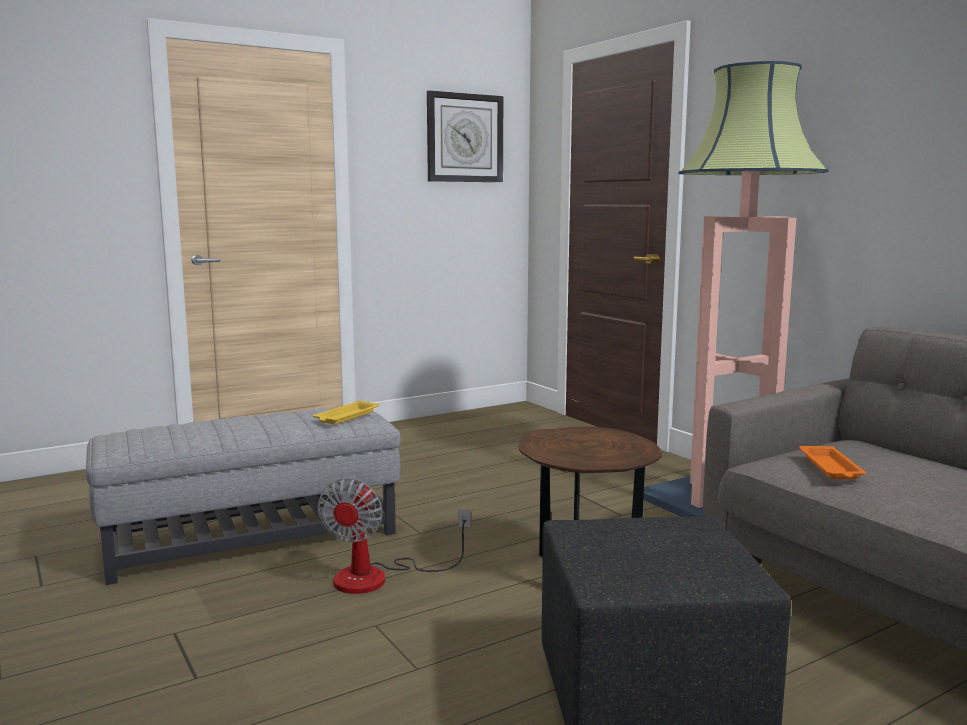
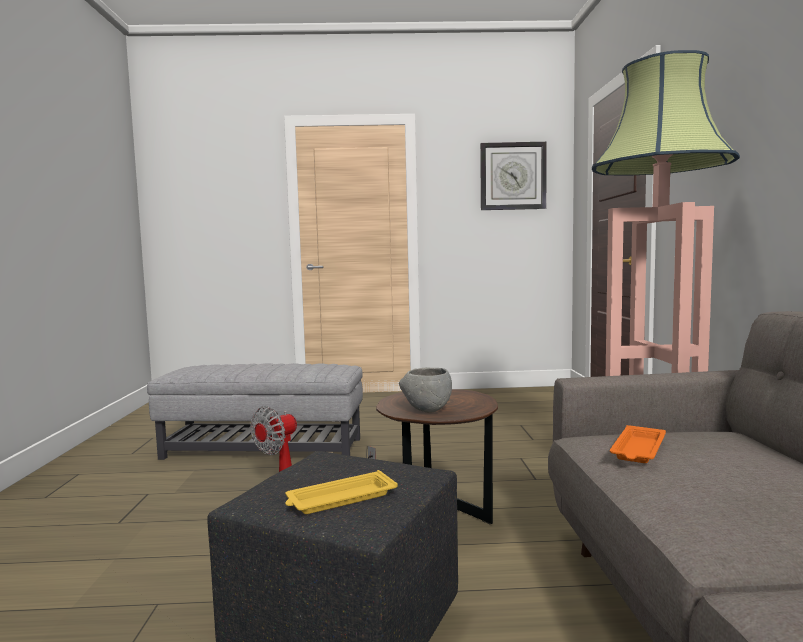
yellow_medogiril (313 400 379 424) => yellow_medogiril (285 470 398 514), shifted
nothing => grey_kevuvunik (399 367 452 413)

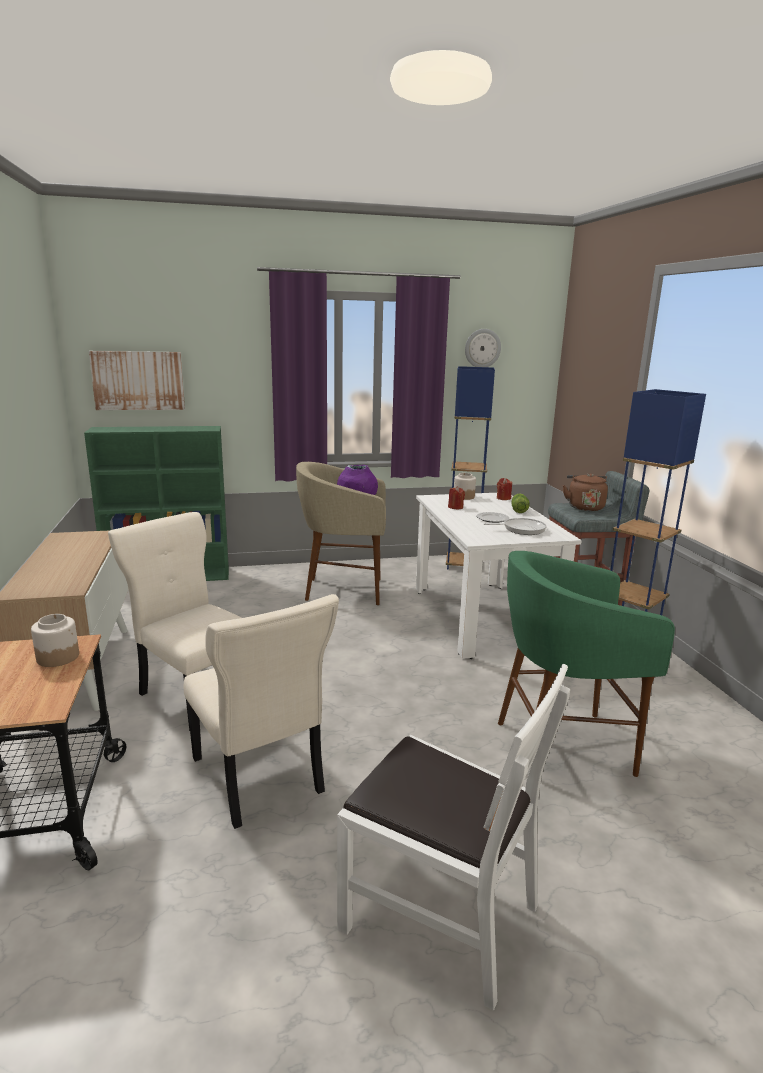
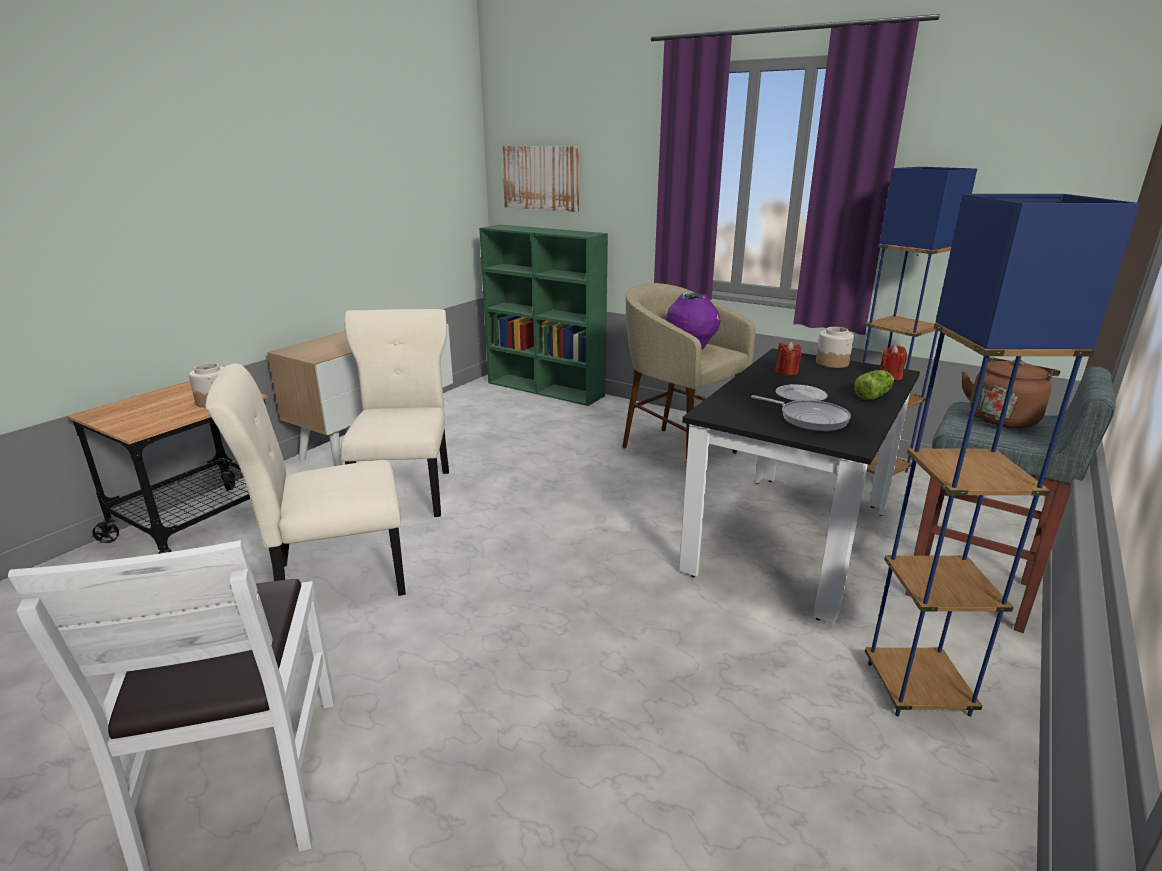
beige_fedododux (184 594 339 829) => beige_fedododux (205 364 406 596), 60 degrees clockwise
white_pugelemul (416 493 582 659) => black_pugelemul (679 348 920 624)
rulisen (465 329 501 367) => nothing
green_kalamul (498 551 675 777) => nothing

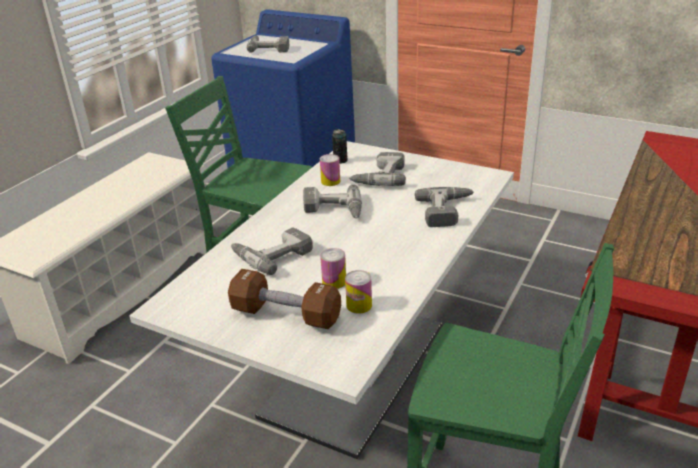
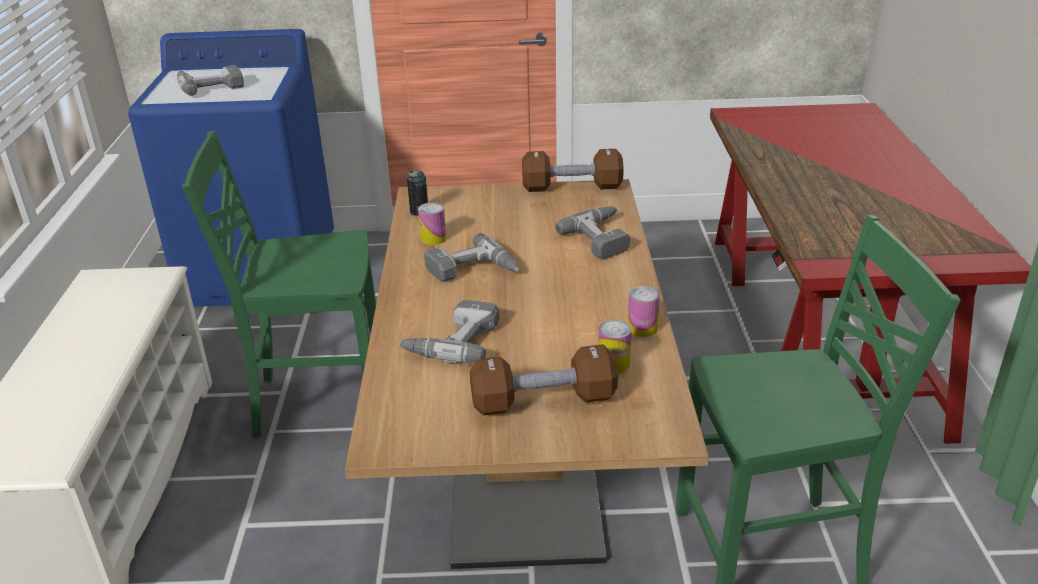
white_pugelemul (129 141 514 459) => brown_pugelemul (345 179 709 569)
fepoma (320 248 346 289) => fepoma (628 286 660 337), shifted
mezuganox (349 152 406 186) => nothing
nothing => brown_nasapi (522 149 624 192)

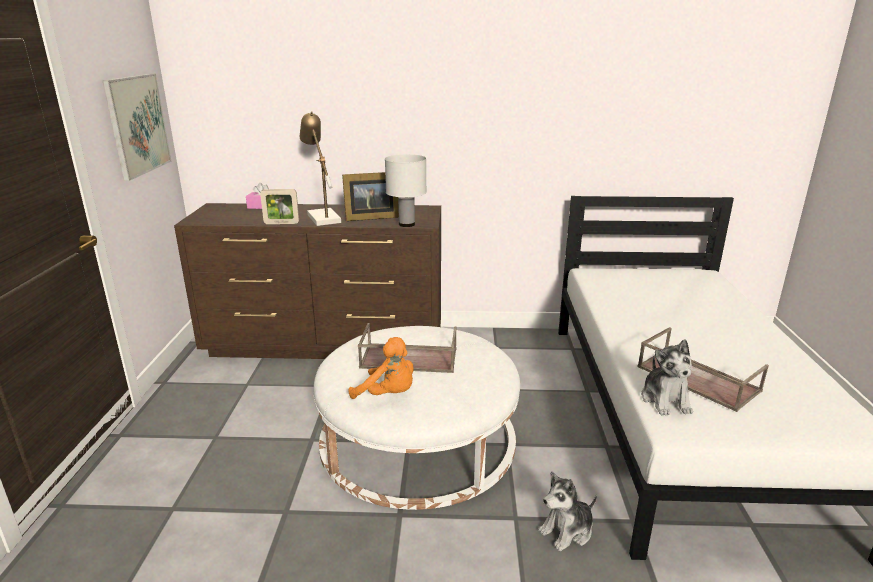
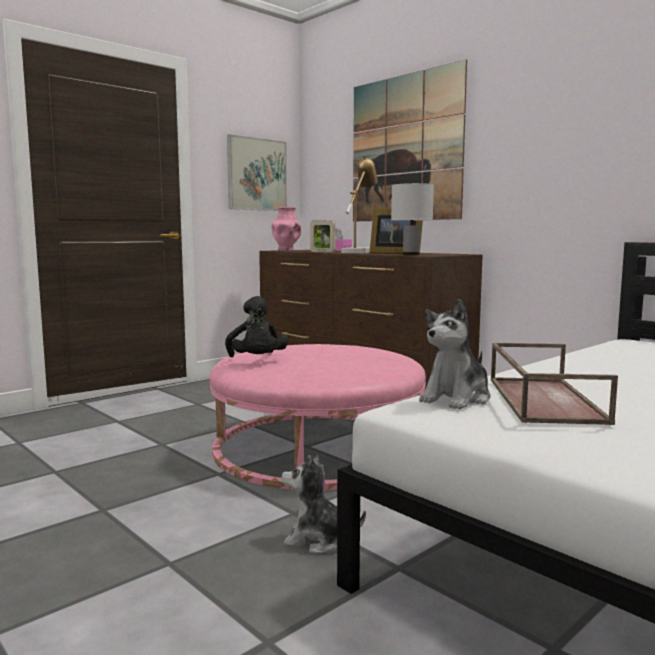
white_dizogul (314 326 520 510) => pink_dizogul (210 344 426 490)
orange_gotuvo (349 337 414 399) => black_gotuvo (225 296 288 357)
brown_medogiril (358 323 456 373) => nothing
nothing => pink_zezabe (271 207 301 251)
nothing => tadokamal (353 60 467 221)

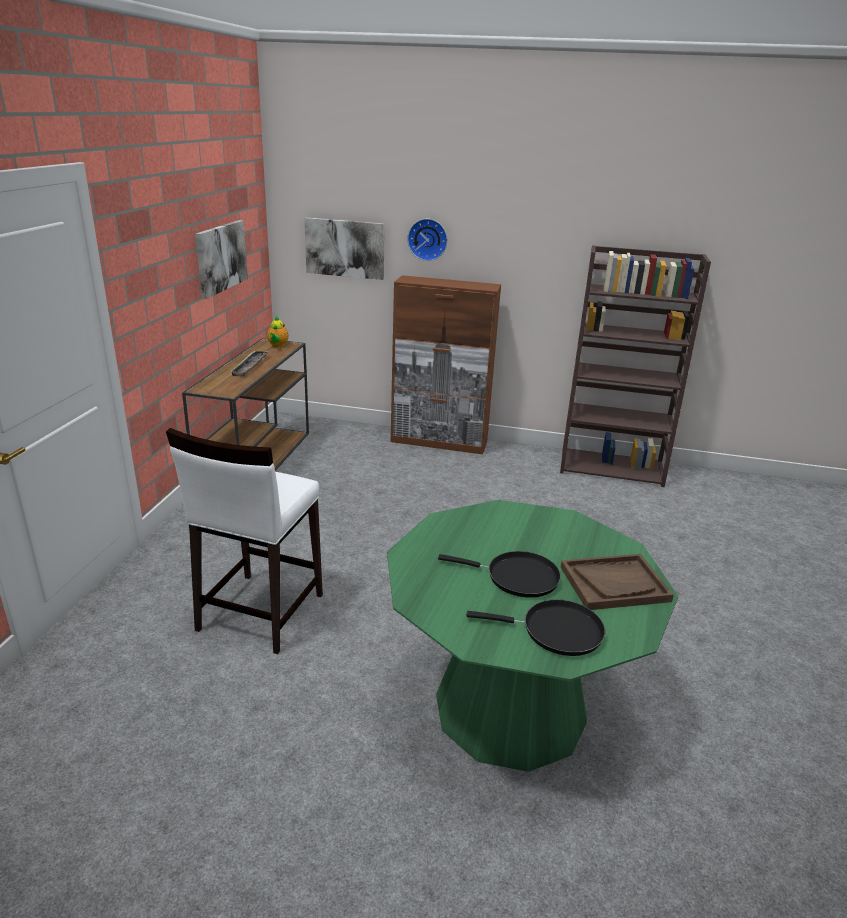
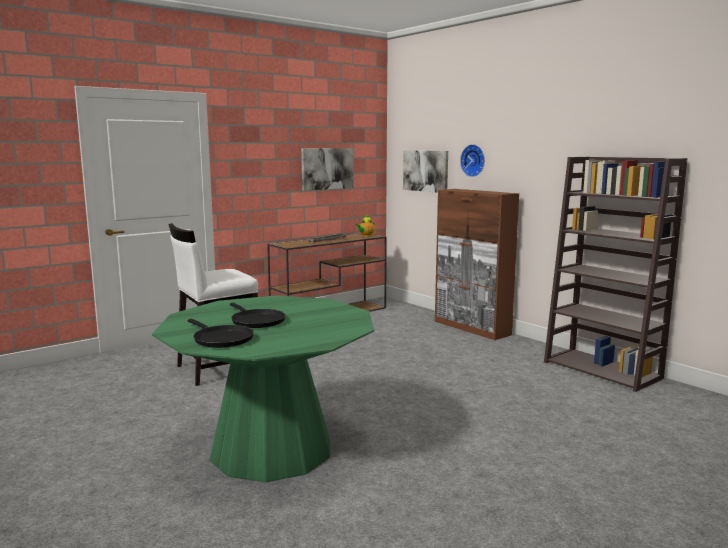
brown_medogiril (560 554 674 610) => nothing

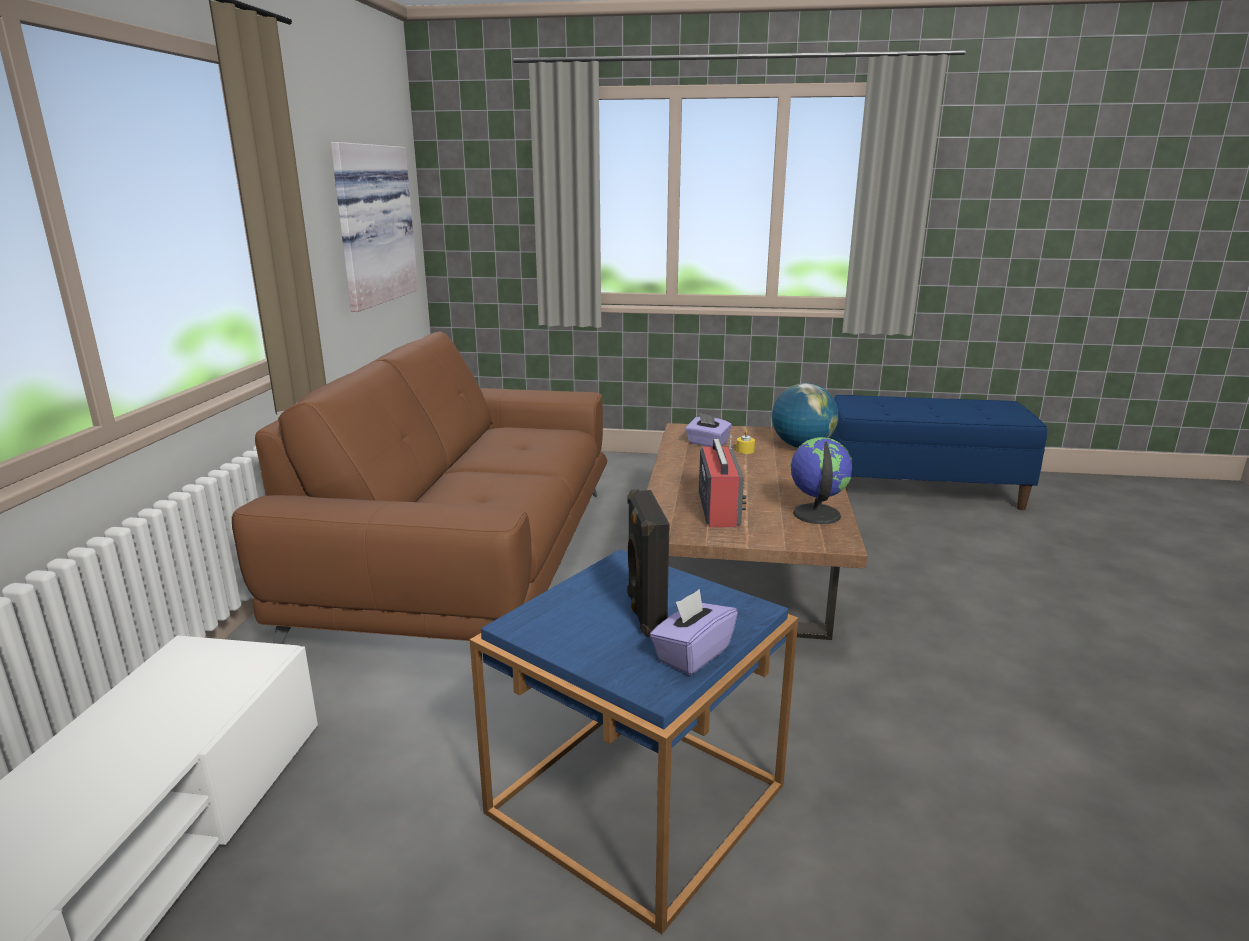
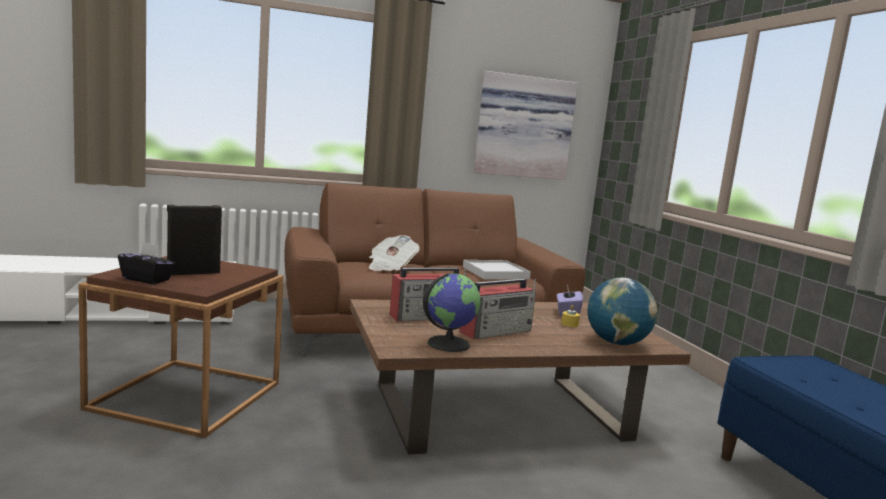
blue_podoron (470 549 798 934) => brown_podoron (79 256 284 438)
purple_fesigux (649 589 738 675) => black_fesigux (118 242 175 284)
nothing => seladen (369 235 420 271)
nothing => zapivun (460 279 536 339)
nothing => white_medogiril (463 260 531 279)

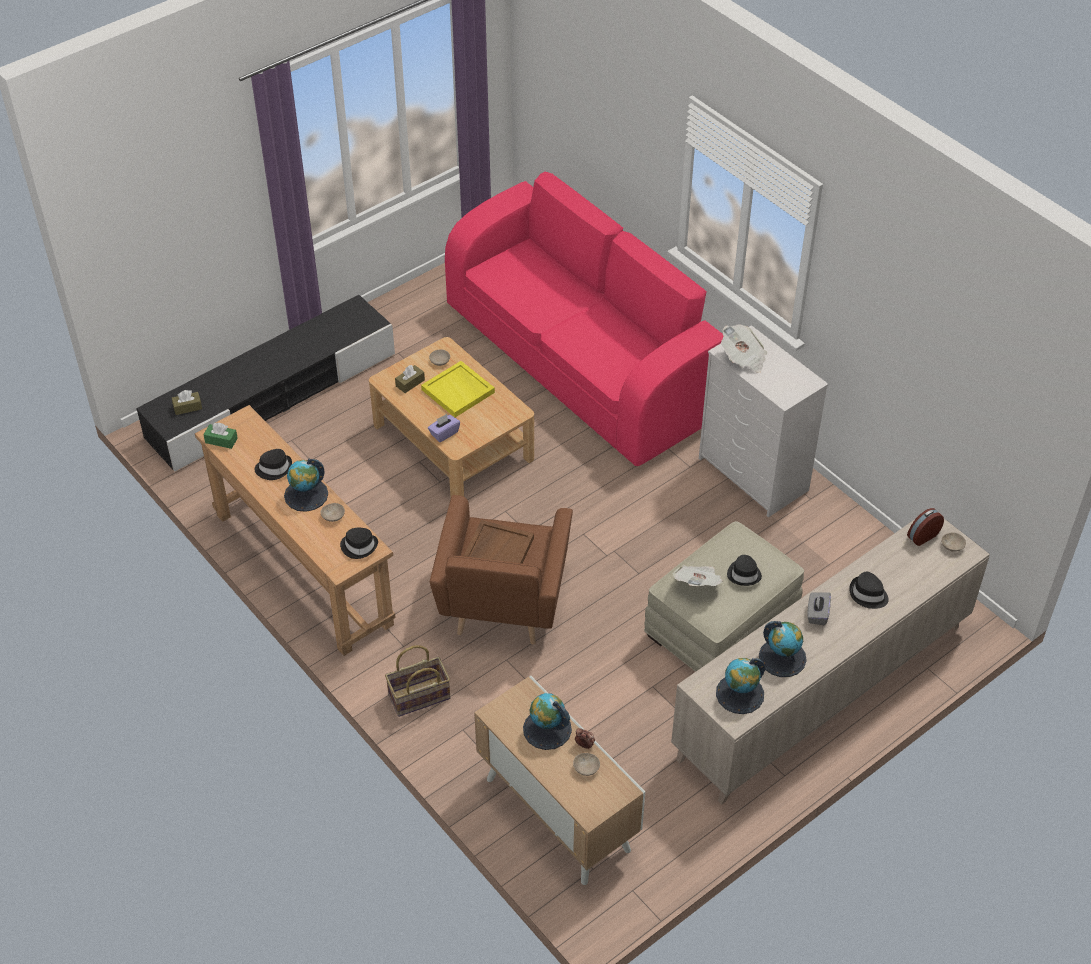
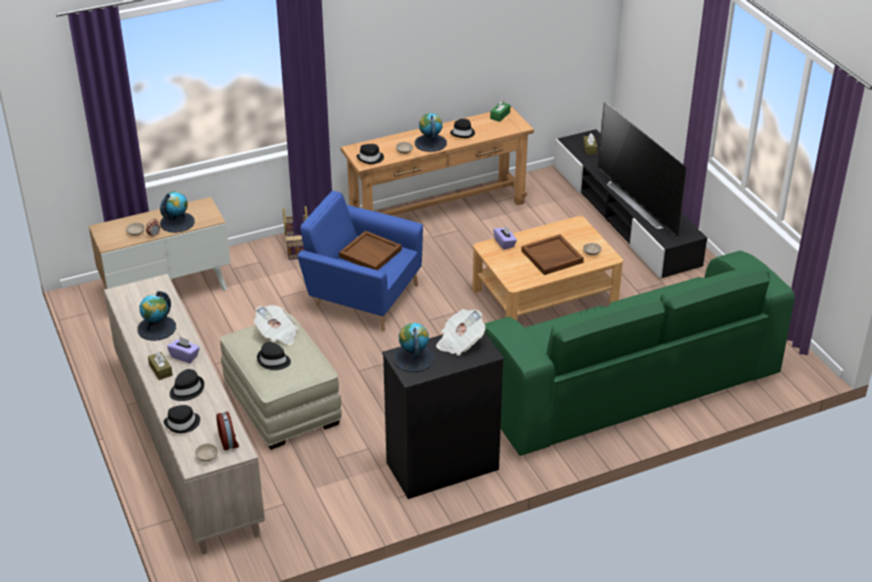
brown_fesigux (395 365 425 393) => brown_fesigux (148 351 173 380), shifted
yellow_medogiril (421 361 495 417) => brown_medogiril (521 234 584 275)
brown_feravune (429 495 573 645) => blue_feravune (298 191 423 331)
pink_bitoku (445 172 723 466) => green_bitoku (485 250 795 456)
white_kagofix (699 325 828 517) => black_kagofix (382 332 504 499)
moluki (716 658 765 714) => moluki (393 323 435 372), shifted
grey_fesigux (807 592 831 625) => purple_fesigux (167 337 200 363)
nothing => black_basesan (164 405 200 433)
nothing => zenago (598 101 687 238)

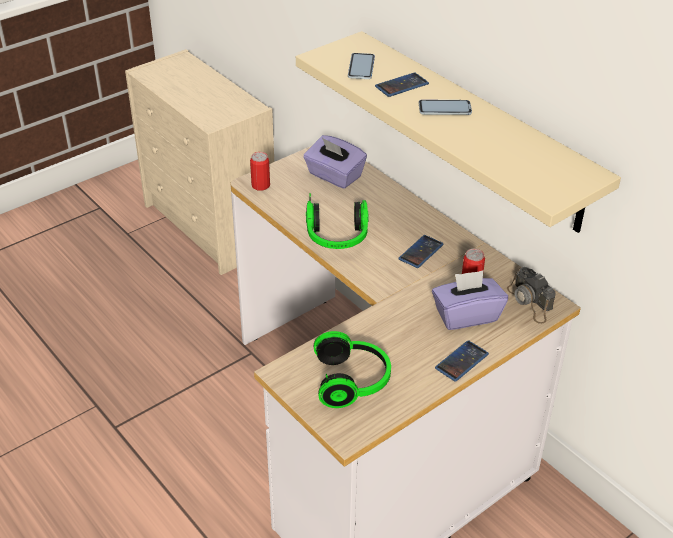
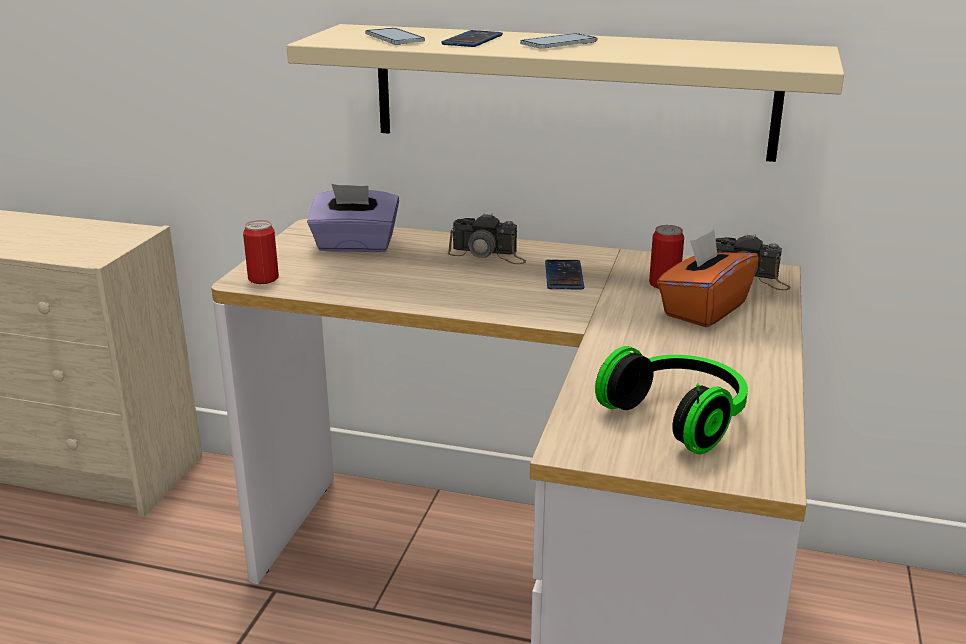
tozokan (306 193 368 249) => nothing
purple_fesigux (432 271 508 330) => orange_fesigux (657 230 759 327)
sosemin (435 340 489 382) => nothing
nothing => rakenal (448 213 526 264)

